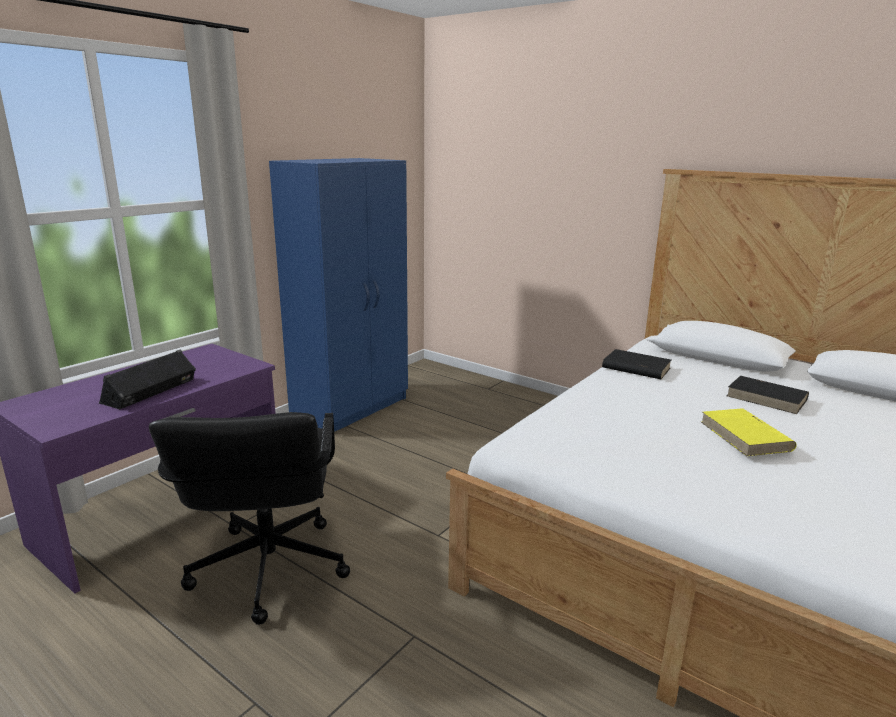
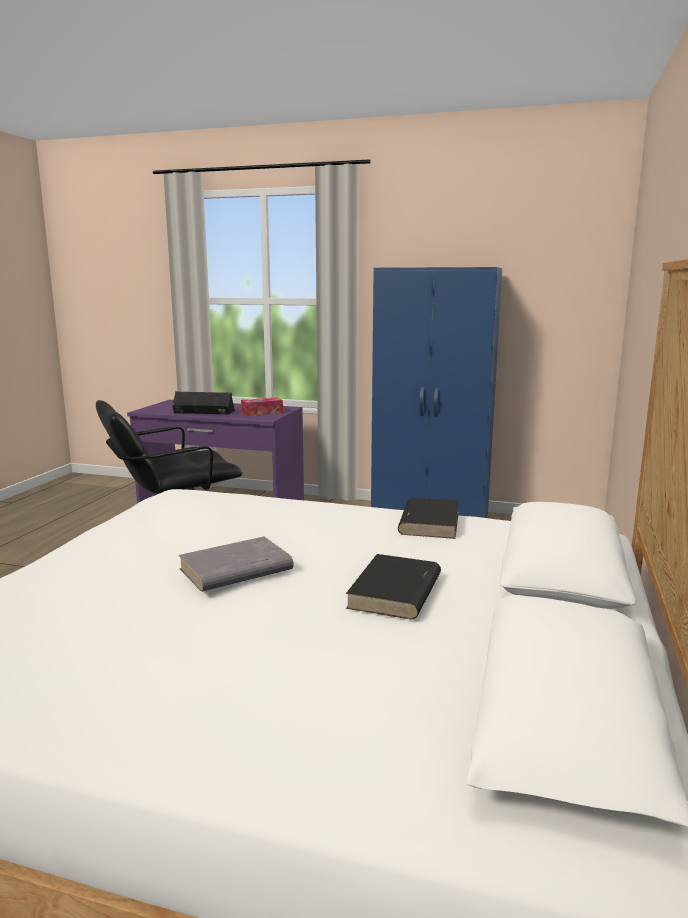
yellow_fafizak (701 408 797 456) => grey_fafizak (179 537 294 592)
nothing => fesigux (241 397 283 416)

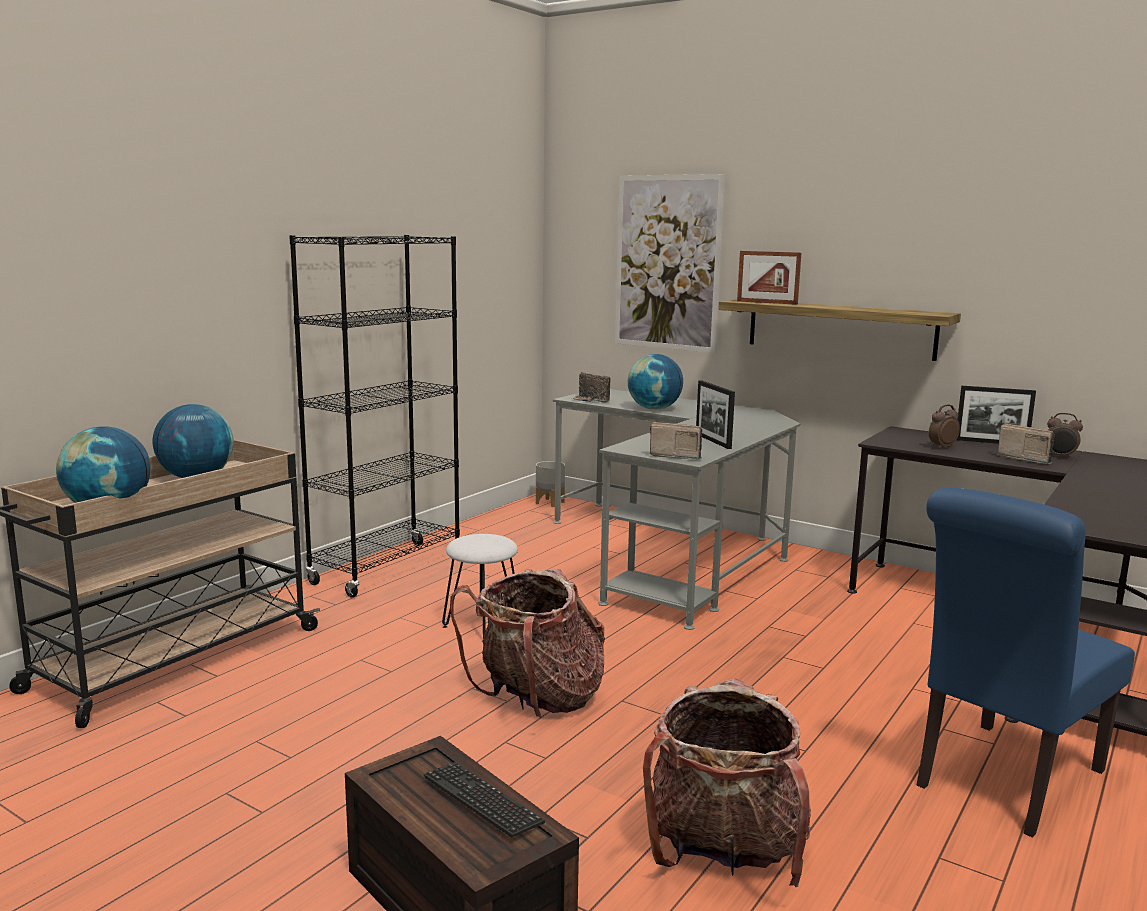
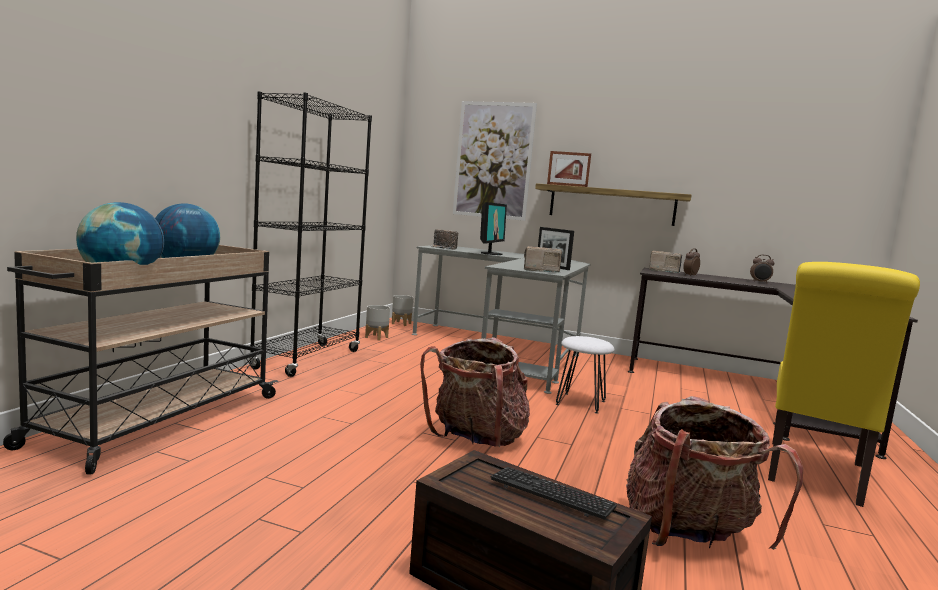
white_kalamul (442 534 518 642) => white_kalamul (556 336 615 414), shifted
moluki (628 354 683 410) => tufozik (480 202 507 255)
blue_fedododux (917 488 1135 838) => yellow_fedododux (768 262 920 507)
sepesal (957 386 1036 444) => nothing
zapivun (997 423 1055 464) => zapivun (649 251 682 273), shifted
nothing => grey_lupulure (365 305 390 340)

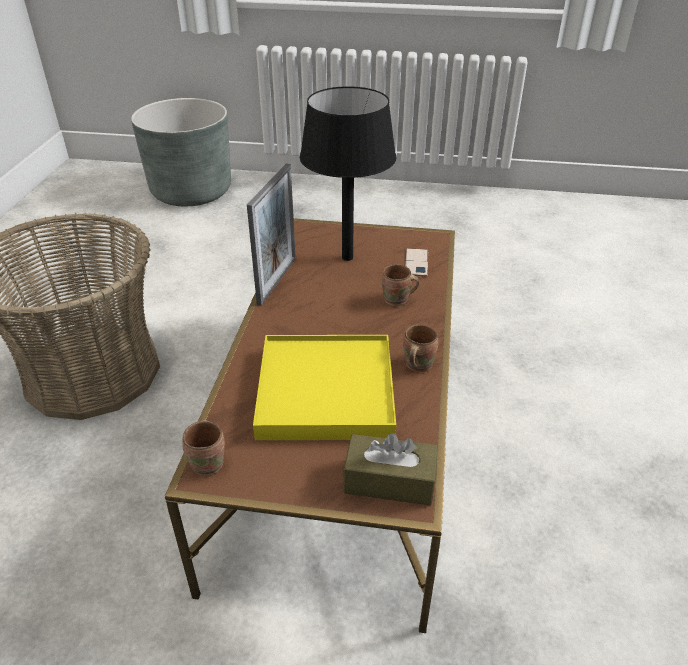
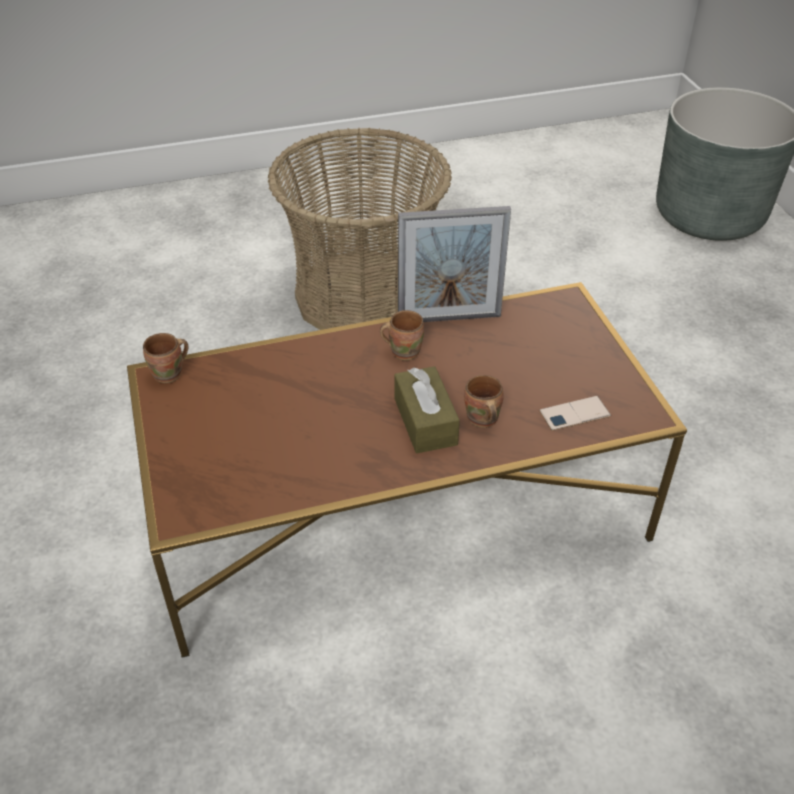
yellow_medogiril (253 335 396 440) => nothing
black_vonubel (300 86 397 261) => nothing
brown_fesigux (343 433 438 506) => brown_fesigux (394 366 460 453), shifted
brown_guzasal (403 325 438 372) => brown_guzasal (380 310 424 361), shifted

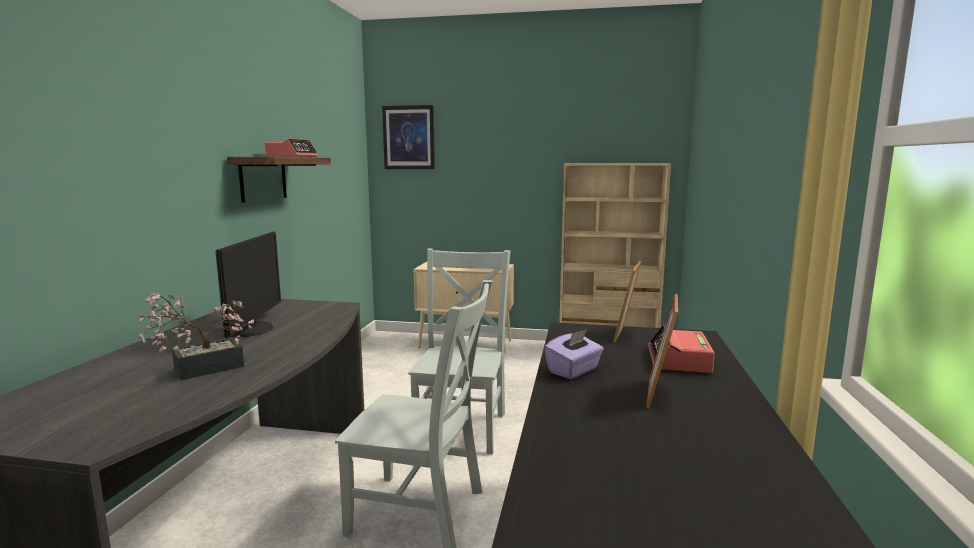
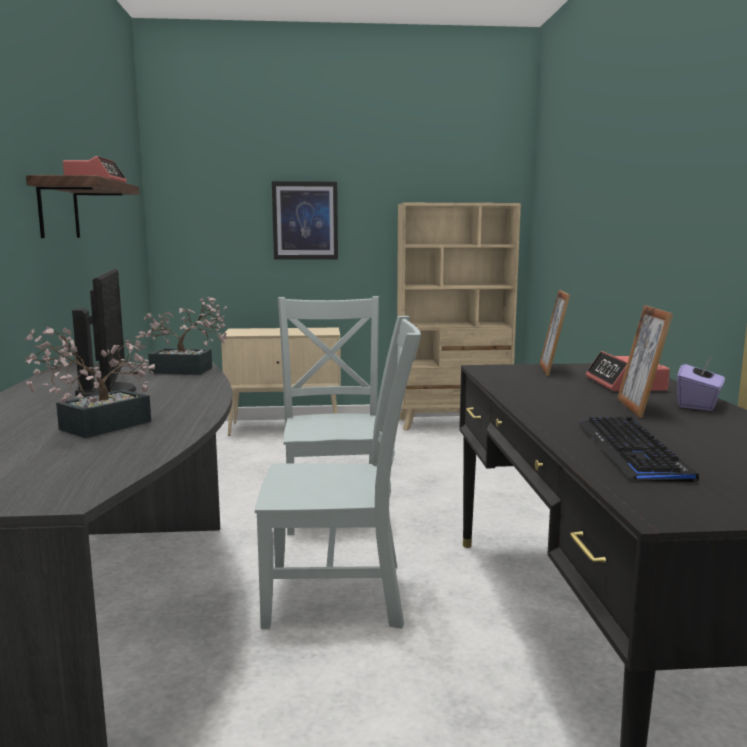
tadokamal (382 105 435 169) => tadokamal (272 181 338 260), shifted
purple_fesigux (544 329 604 379) => purple_fesigux (677 357 725 411), shifted
nothing => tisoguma (135 297 227 375)
nothing => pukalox (578 416 699 483)

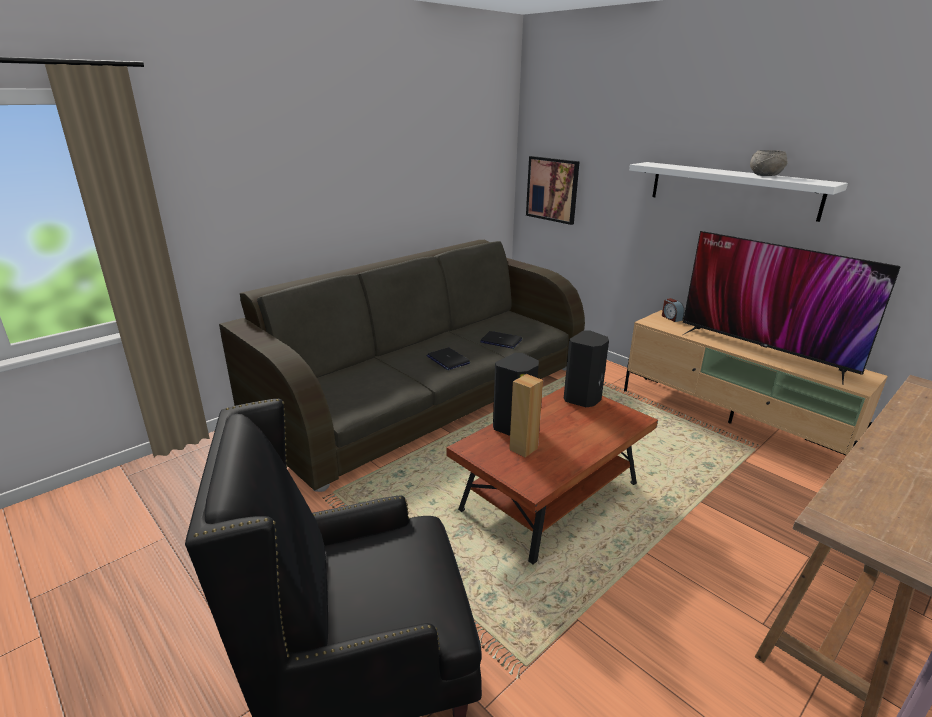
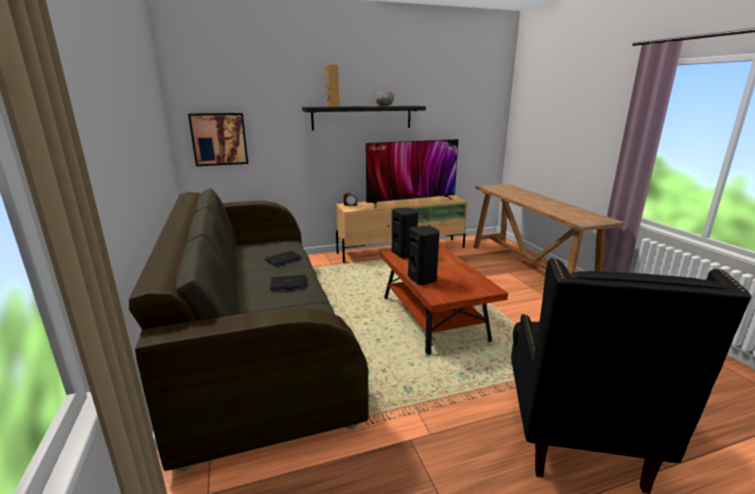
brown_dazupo (509 374 543 457) => brown_dazupo (325 65 339 107), shifted
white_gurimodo (629 162 848 222) => black_gurimodo (302 106 426 130)

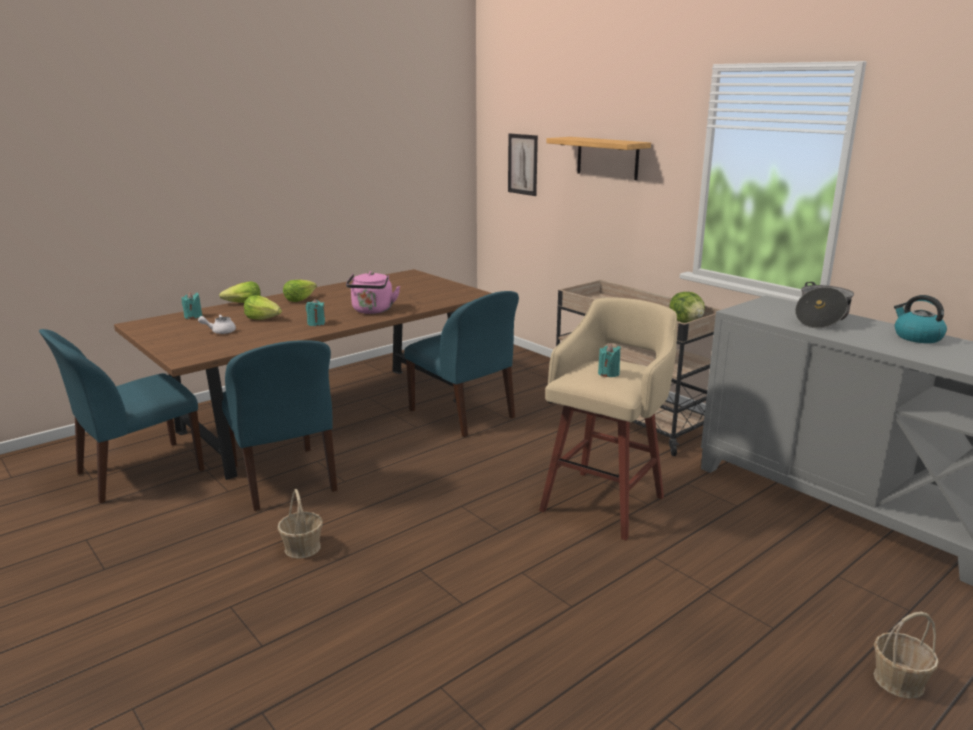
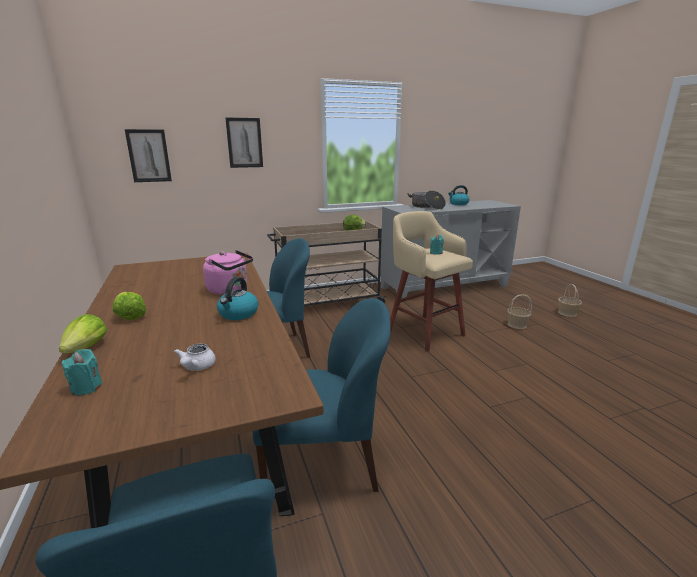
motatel (244 295 282 320) => nothing
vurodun (278 489 323 559) => vurodun (507 294 532 329), shifted
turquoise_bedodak (306 299 325 326) => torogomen (217 277 258 320)
gurimodo (546 137 651 180) => tadokamal (226 118 263 168)

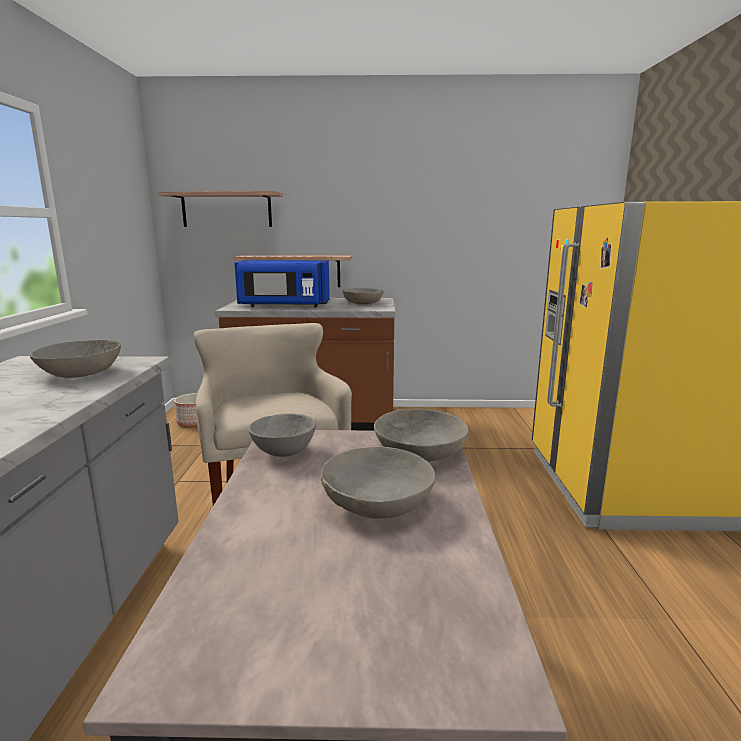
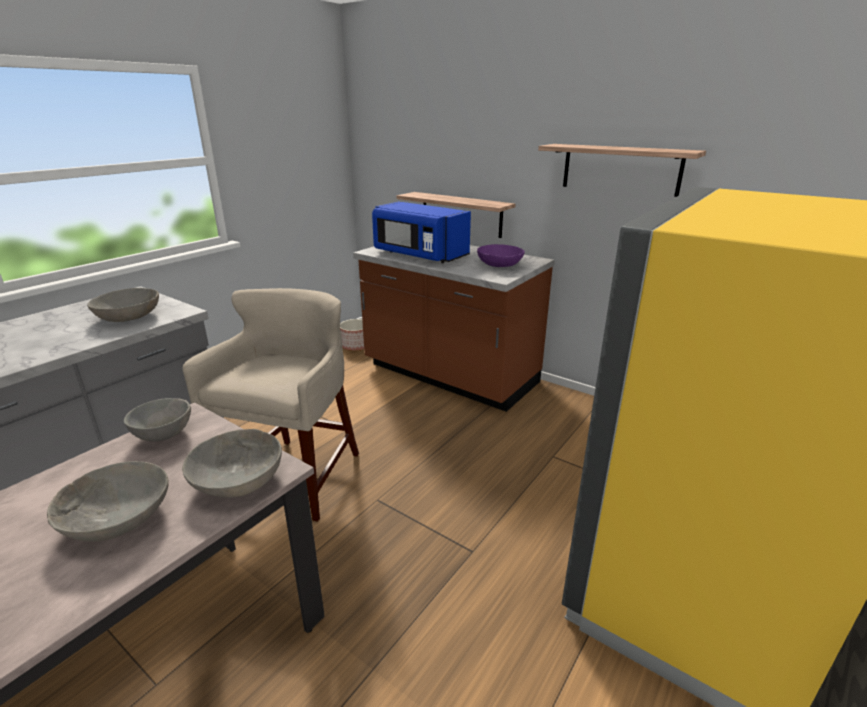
gurimodo (157 191 283 227) => gurimodo (538 144 706 197), shifted
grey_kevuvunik (343 288 384 305) => purple_kevuvunik (477 244 525 267)

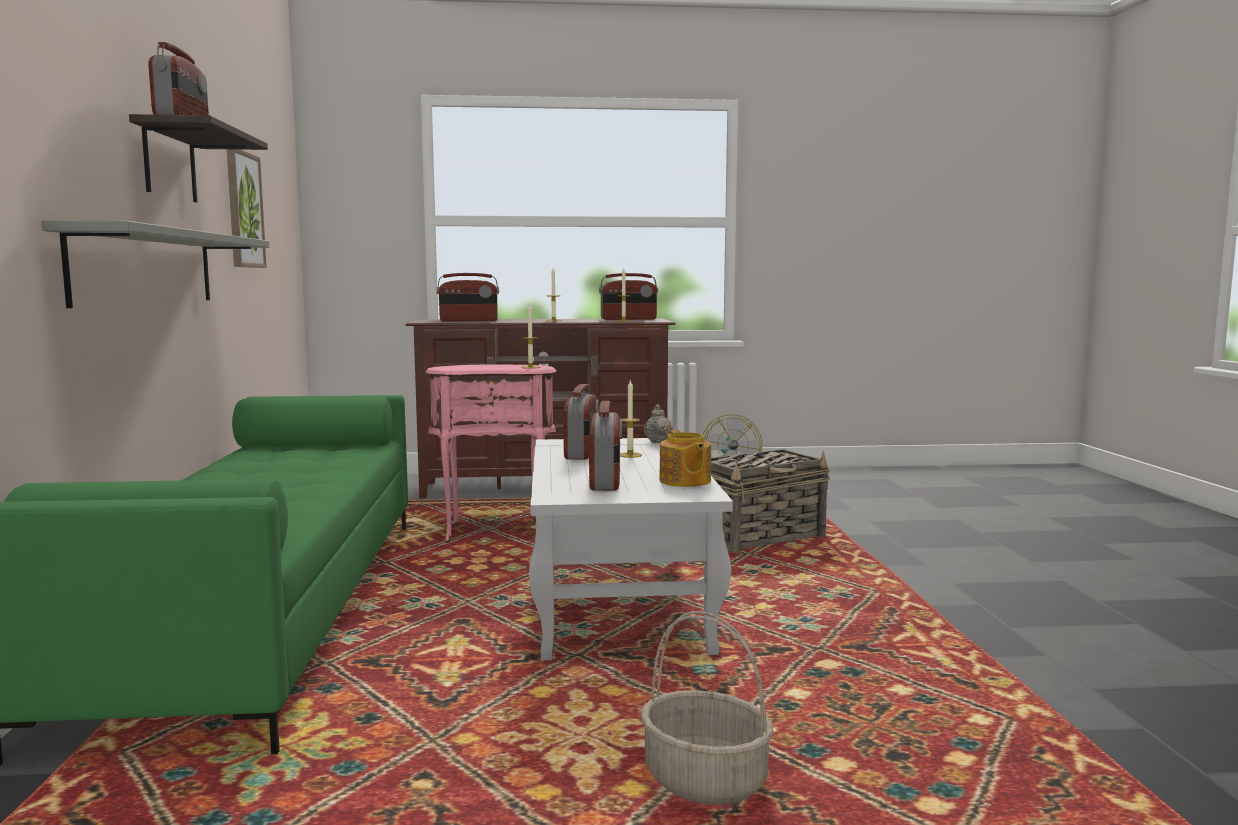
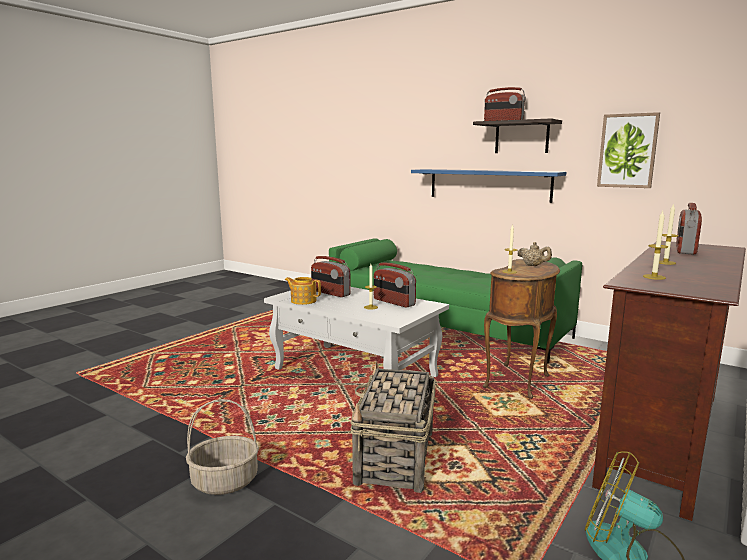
grey_gurimodo (41 220 269 308) => blue_gurimodo (411 169 566 203)
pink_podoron (426 364 557 543) => brown_podoron (483 259 560 399)
zapivun (599 273 658 320) => nothing
vurodun (641 611 774 805) => vurodun (186 399 259 495), shifted
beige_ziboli (644 404 674 443) => beige_ziboli (518 242 552 266), shifted

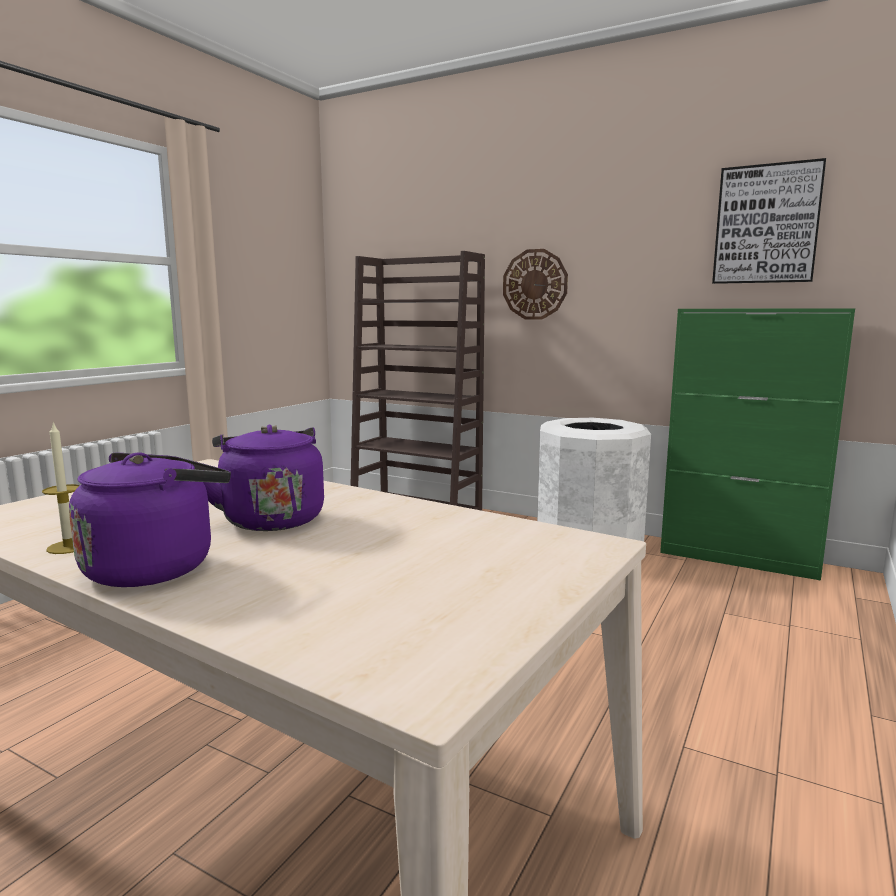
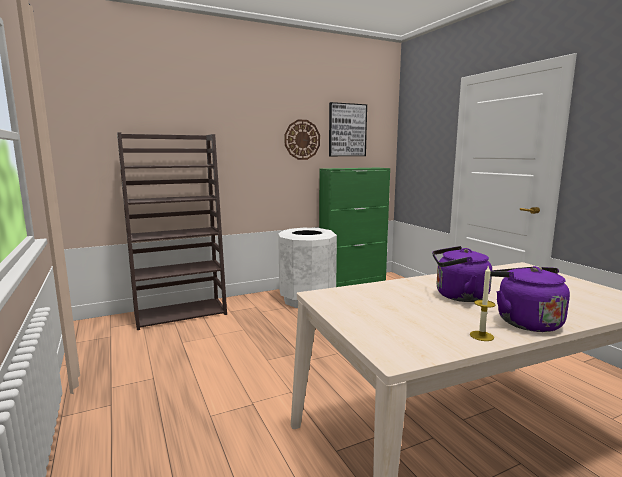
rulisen (503 249 568 320) => rulisen (285 120 320 160), shifted

